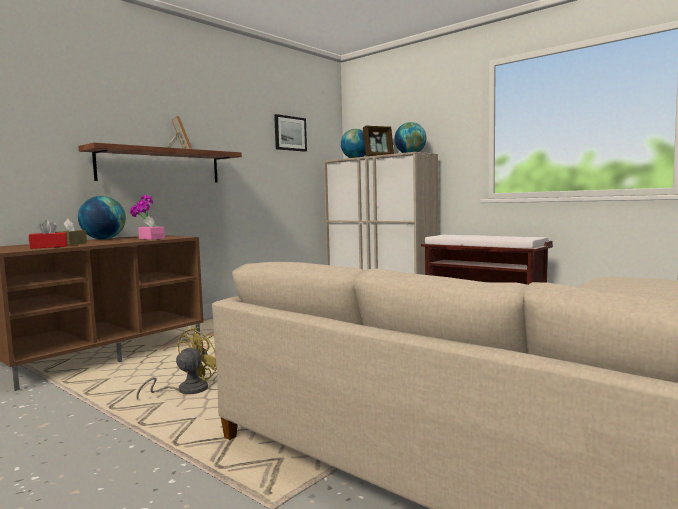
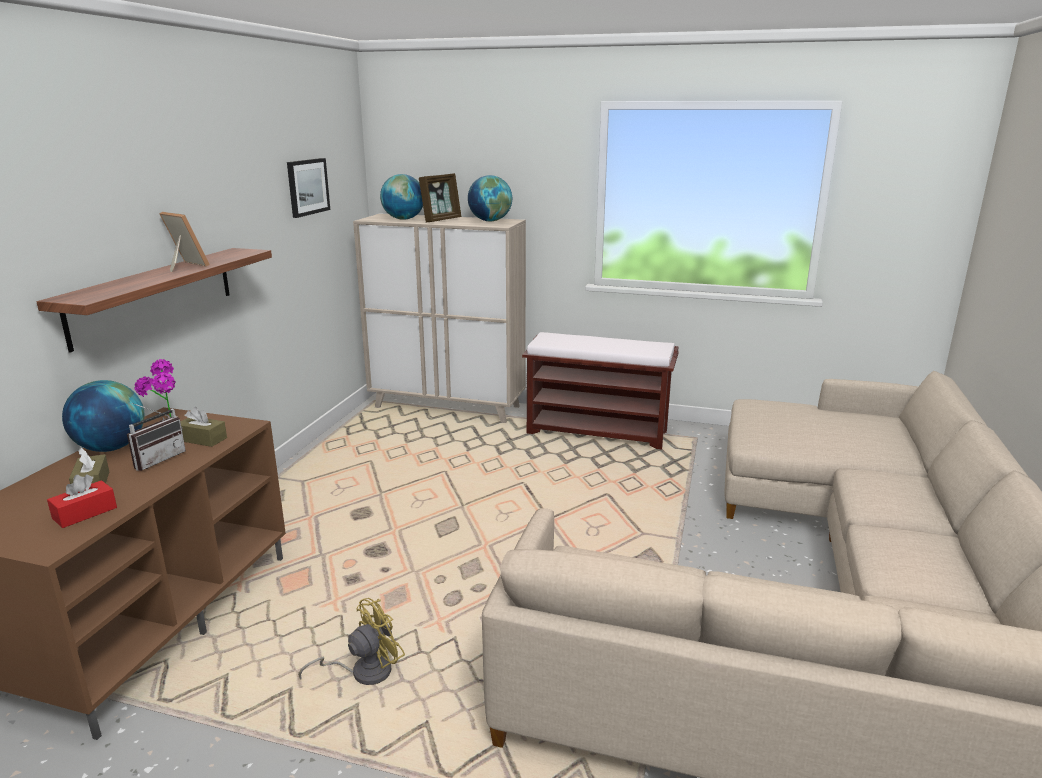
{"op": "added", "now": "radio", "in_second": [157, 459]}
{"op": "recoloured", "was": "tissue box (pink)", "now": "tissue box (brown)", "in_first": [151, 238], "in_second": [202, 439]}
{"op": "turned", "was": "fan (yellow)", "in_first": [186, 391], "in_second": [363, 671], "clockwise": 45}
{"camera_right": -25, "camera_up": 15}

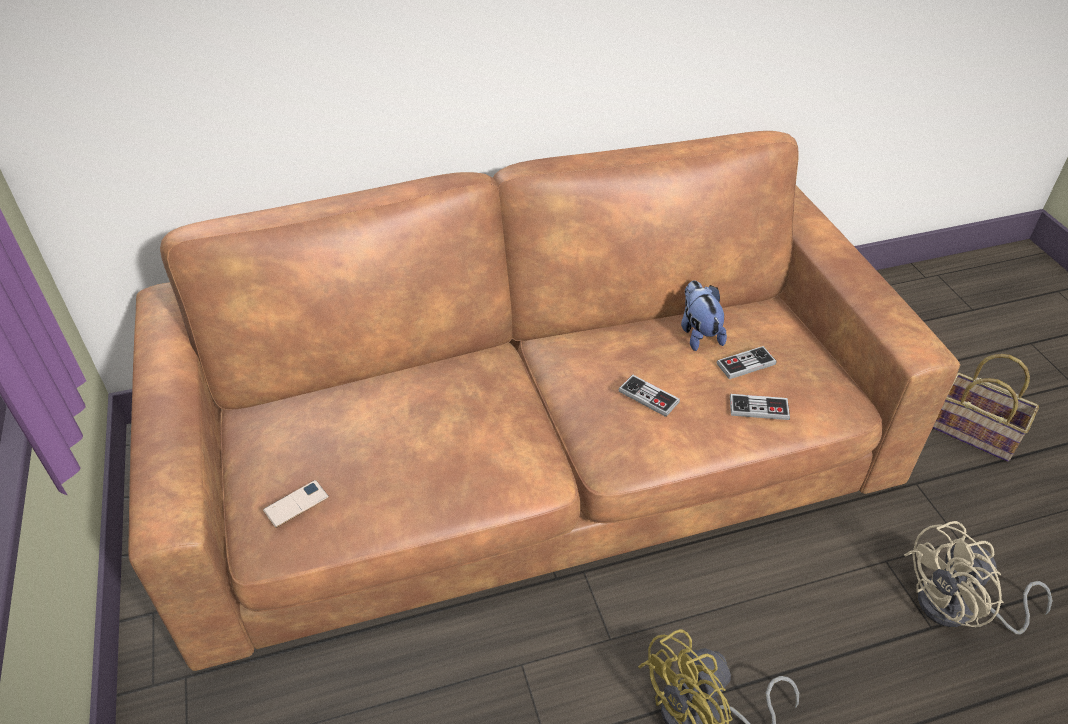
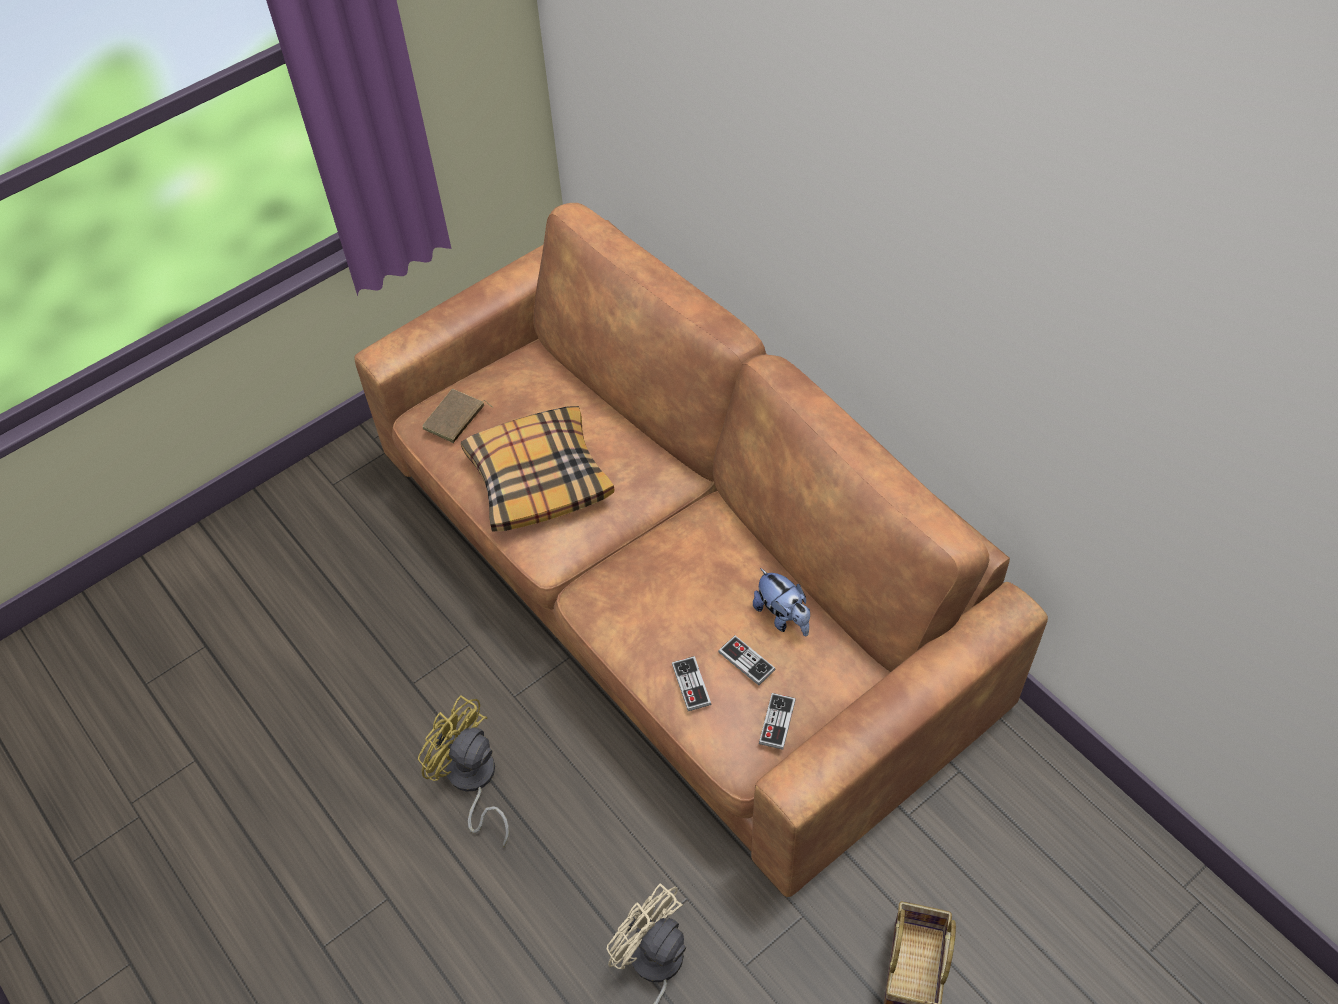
{"op": "replaced", "was": "phone", "now": "book (brown)", "in_first": [296, 504], "in_second": [455, 419]}
{"op": "added", "now": "pillow", "in_second": [538, 478]}
{"op": "turned", "was": "plush toy", "in_first": [698, 333], "in_second": [782, 616], "clockwise": 90}
{"op": "moved", "was": "game controller", "in_first": [648, 397], "in_second": [777, 722]}
{"camera_right": 70, "camera_up": 10}

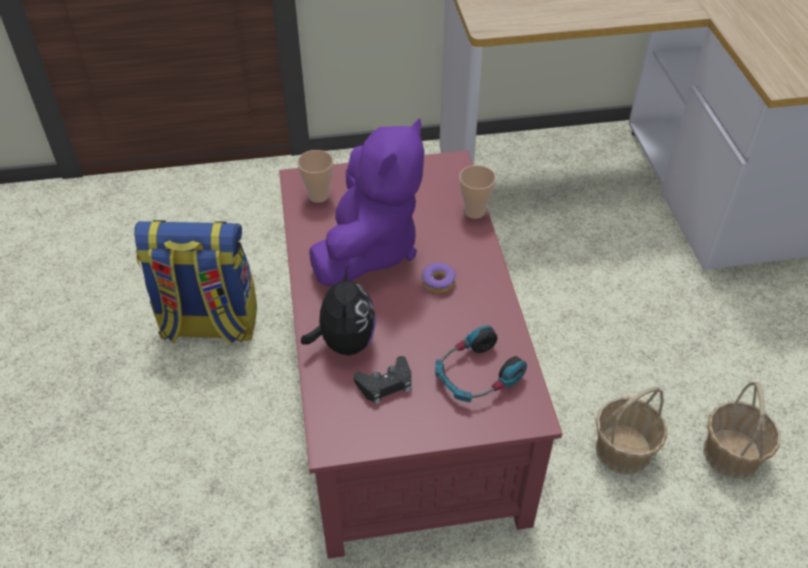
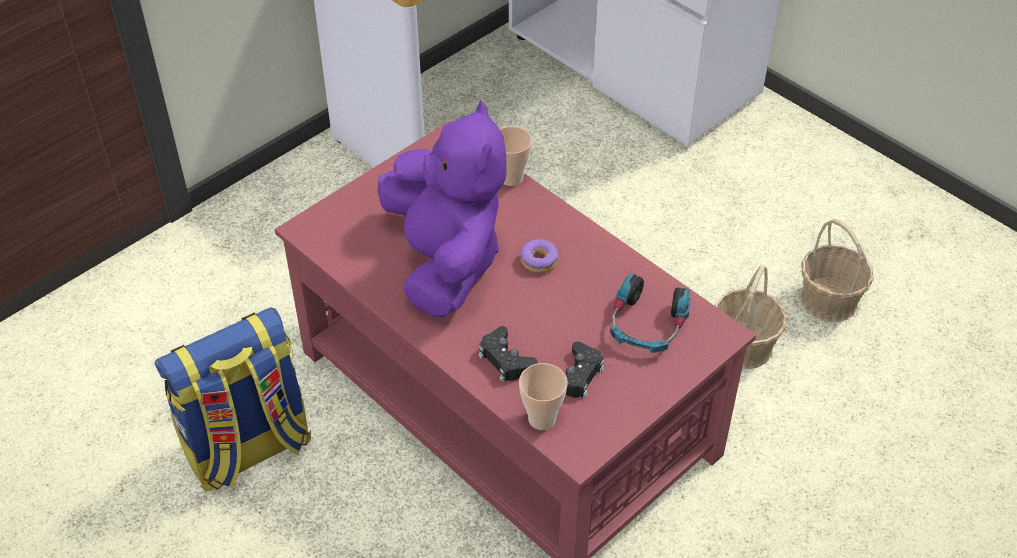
{"op": "replaced", "was": "plush toy", "now": "game controller (black)", "in_first": [344, 342], "in_second": [505, 360]}
{"op": "moved", "was": "cup", "in_first": [318, 196], "in_second": [542, 419]}
{"camera_right": -35, "camera_up": 0}

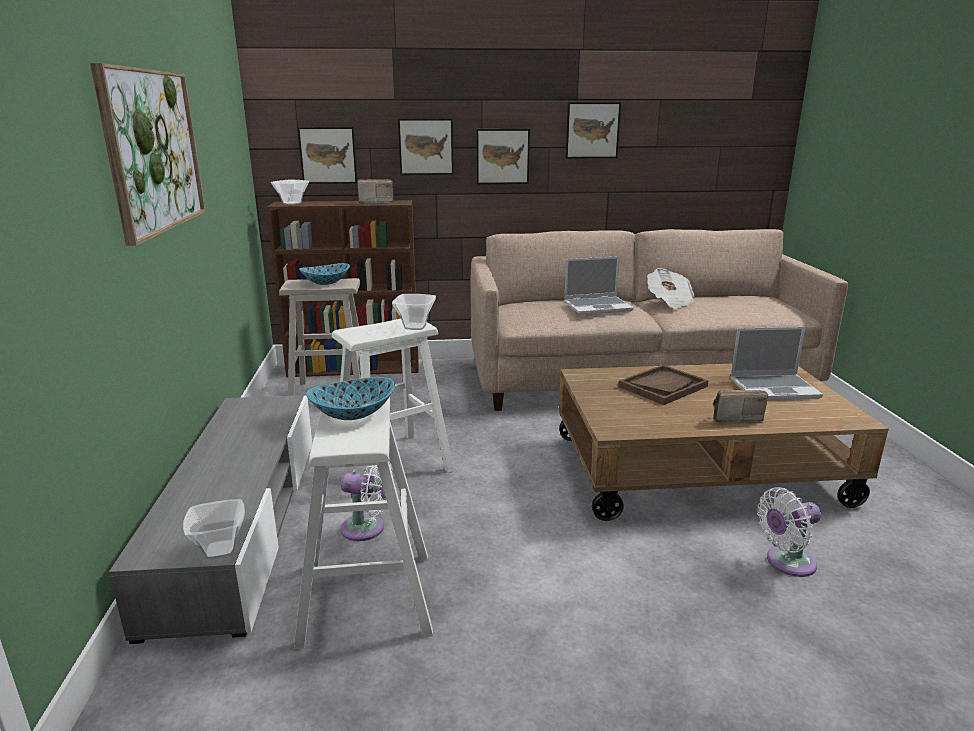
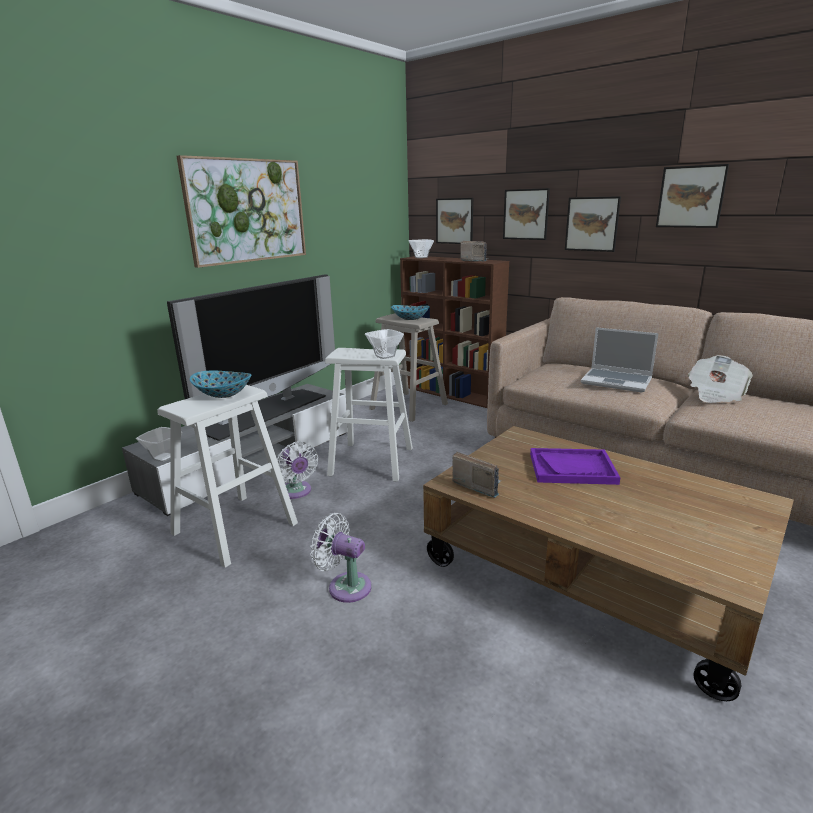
{"op": "added", "now": "television", "in_second": [263, 412]}
{"op": "moved", "was": "fan (white)", "in_first": [786, 563], "in_second": [345, 586]}
{"op": "moved", "was": "radio", "in_first": [733, 418], "in_second": [477, 485]}
{"op": "recoloured", "was": "tray (brown)", "now": "tray (purple)", "in_first": [663, 386], "in_second": [572, 468]}
{"op": "removed", "was": "laptop", "in_first": [774, 388]}
{"camera_right": 45, "camera_up": 0}

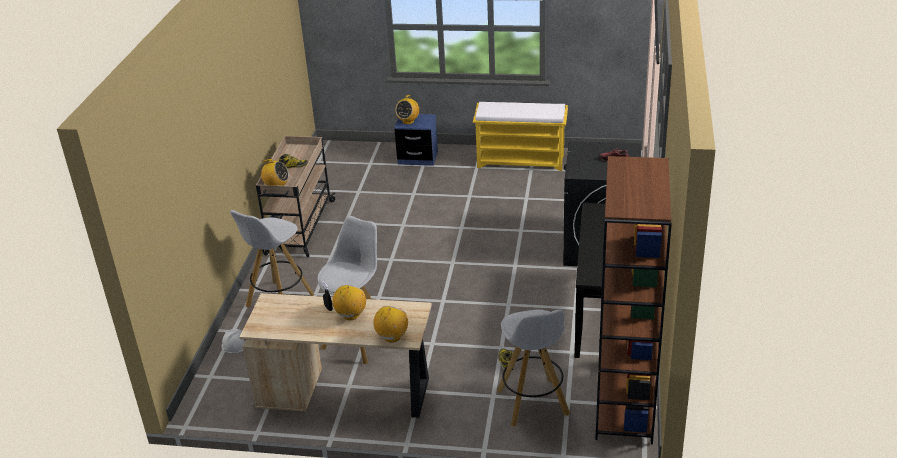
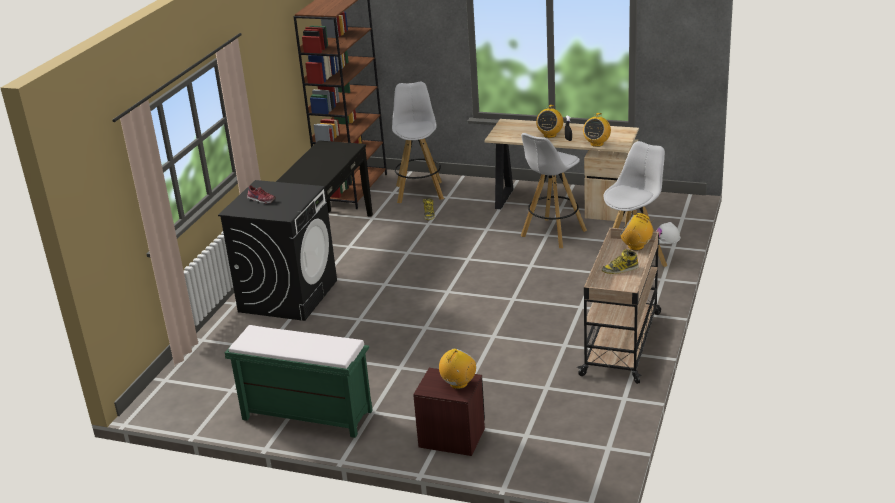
{"op": "recoloured", "was": "bench (yellow)", "now": "bench (green)", "in_first": [521, 161], "in_second": [305, 415]}
{"op": "recoloured", "was": "nightstand (blue)", "now": "nightstand (brown)", "in_first": [418, 158], "in_second": [452, 437]}
{"op": "moved", "was": "radio", "in_first": [392, 337], "in_second": [597, 144]}
{"camera_right": -170, "camera_up": -5}

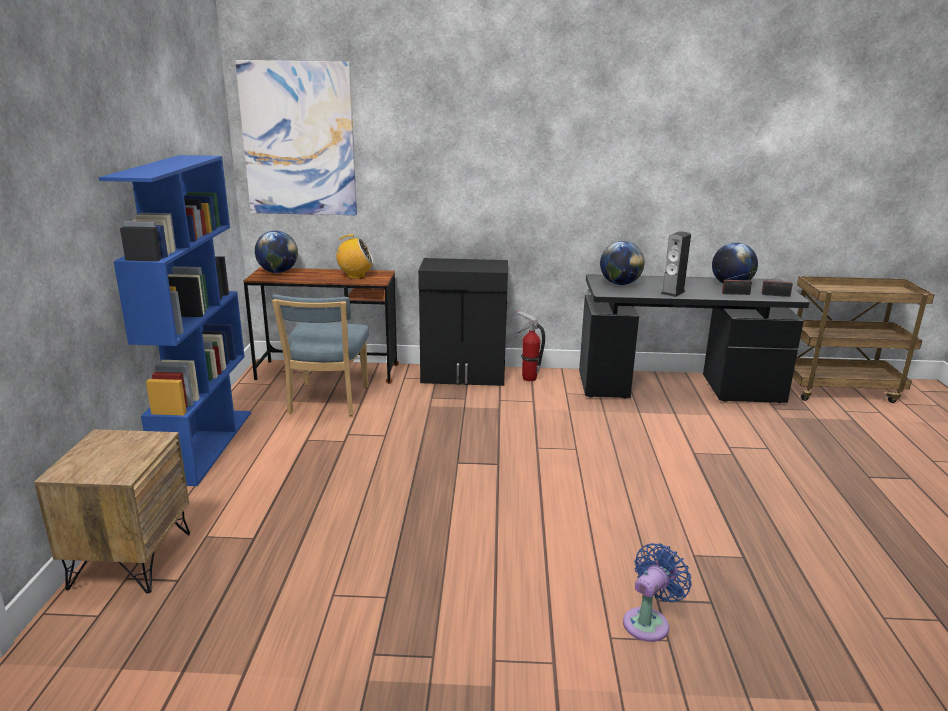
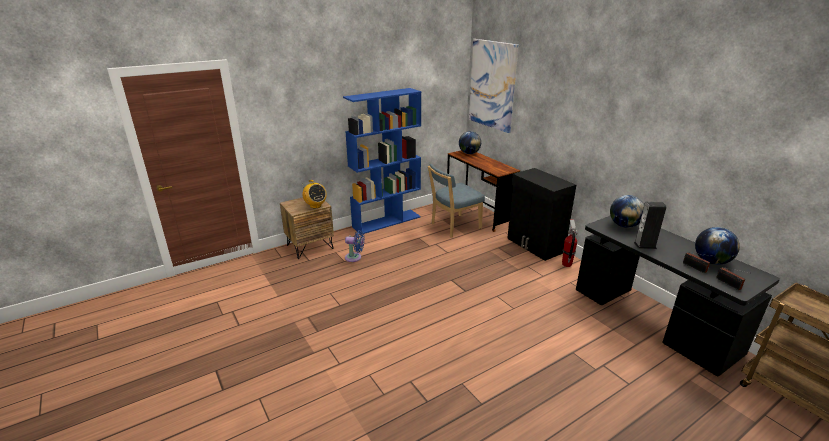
{"op": "moved", "was": "radio", "in_first": [355, 276], "in_second": [315, 206]}
{"op": "moved", "was": "fan (blue)", "in_first": [649, 622], "in_second": [355, 257]}
{"camera_right": 55, "camera_up": 5}

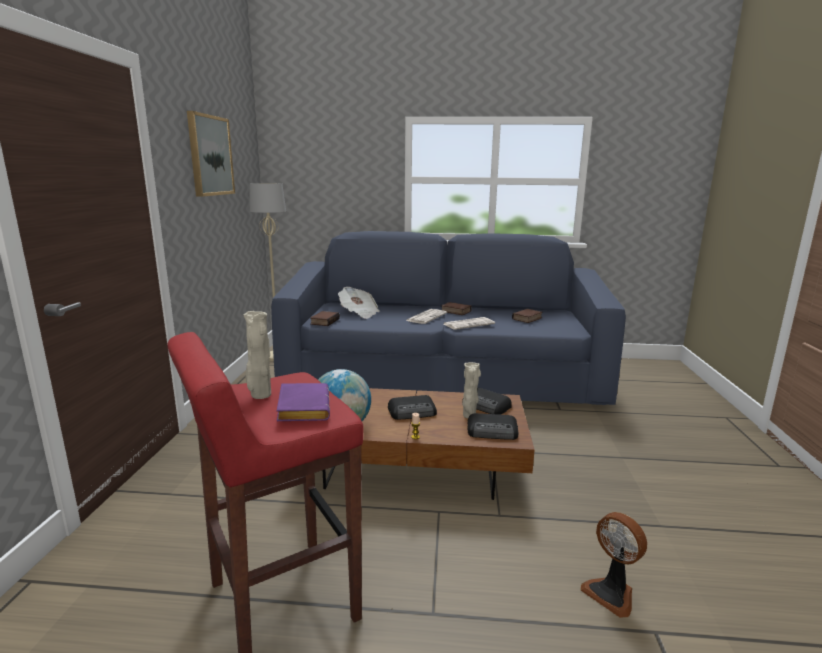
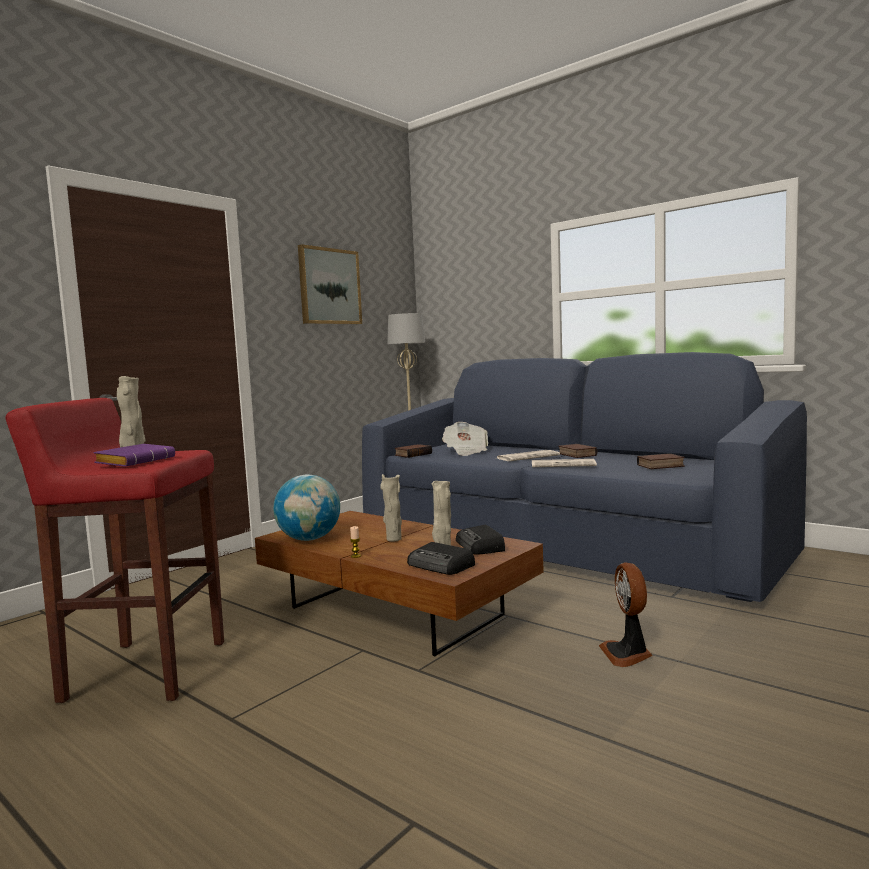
{"op": "replaced", "was": "radio", "now": "vase (beige)", "in_first": [413, 412], "in_second": [394, 539]}
{"op": "moved", "was": "fan", "in_first": [611, 593], "in_second": [627, 654]}
{"camera_right": 35, "camera_up": -10}

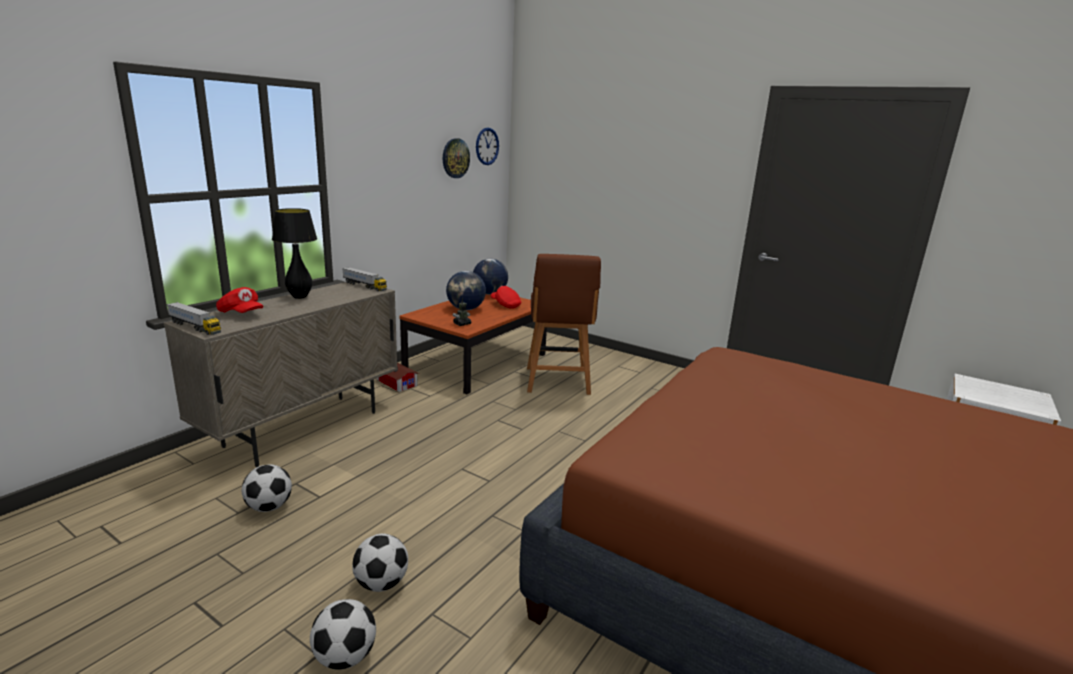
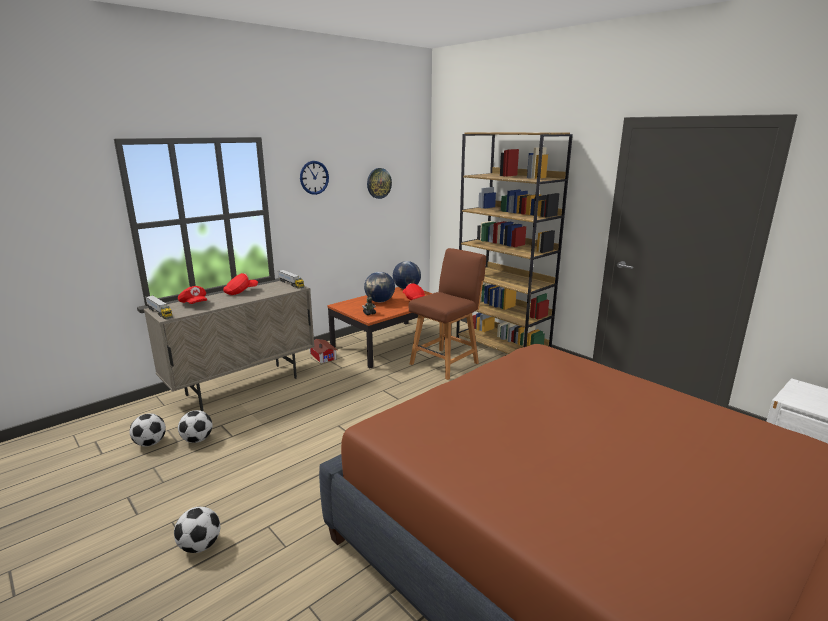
{"op": "moved", "was": "football", "in_first": [381, 583], "in_second": [150, 443]}
{"op": "replaced", "was": "table lamp (black)", "now": "cap (red)", "in_first": [300, 297], "in_second": [240, 292]}
{"op": "moved", "was": "wall clock", "in_first": [487, 146], "in_second": [314, 177]}
{"op": "turned", "was": "chair (brown)", "in_first": [557, 382], "in_second": [446, 363], "clockwise": -150}
{"op": "added", "now": "bookcase (brown)", "in_second": [502, 347]}
{"camera_right": 15, "camera_up": 0}

